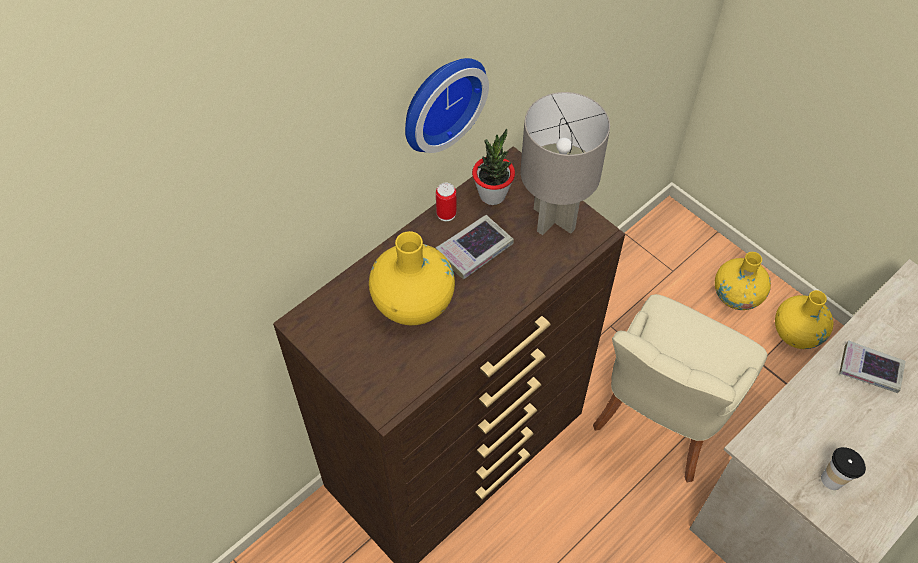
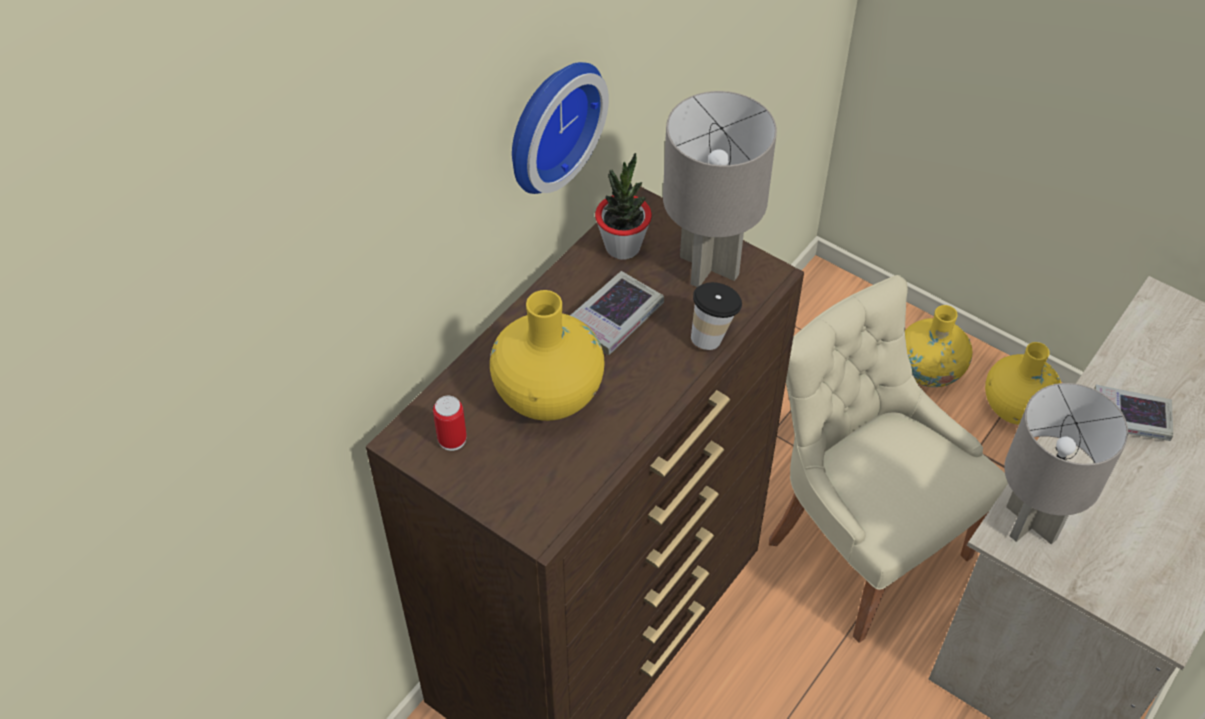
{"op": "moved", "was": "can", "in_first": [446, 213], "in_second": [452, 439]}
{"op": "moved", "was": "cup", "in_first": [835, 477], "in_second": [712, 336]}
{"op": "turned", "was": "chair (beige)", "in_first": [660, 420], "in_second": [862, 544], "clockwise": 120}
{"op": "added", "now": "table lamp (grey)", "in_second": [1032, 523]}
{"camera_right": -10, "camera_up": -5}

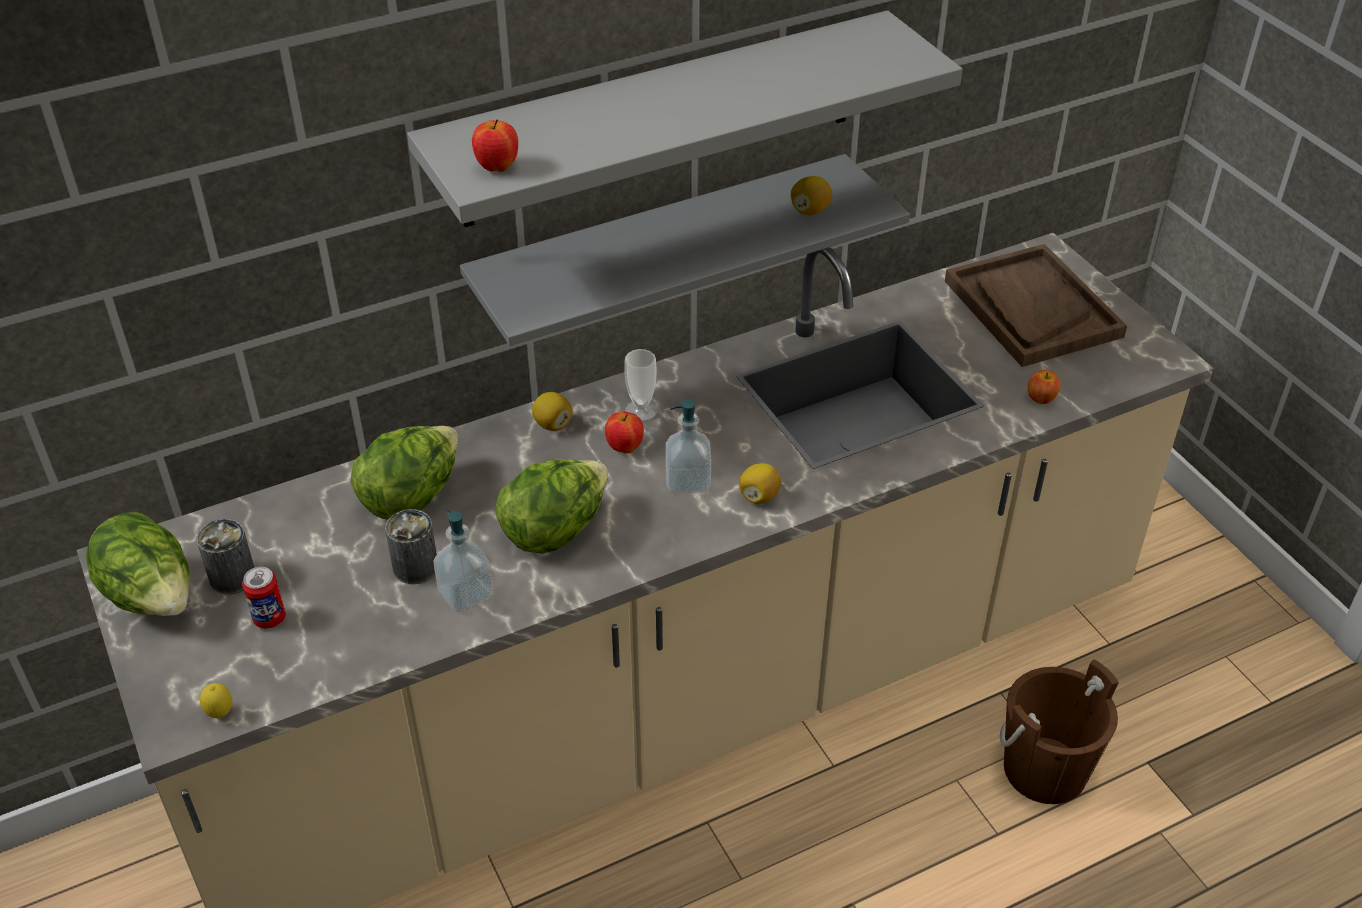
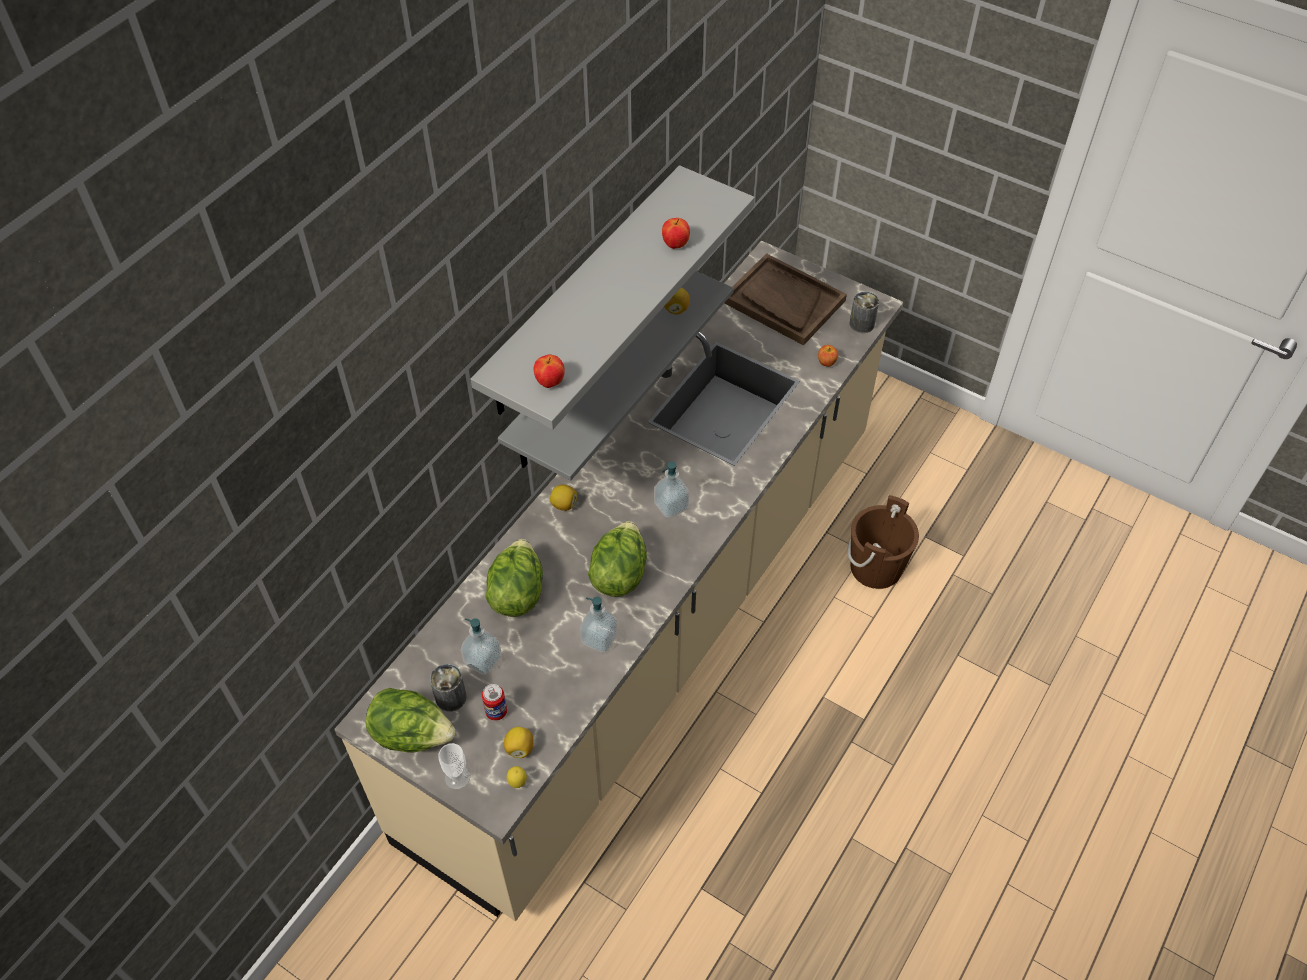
{"op": "moved", "was": "cup", "in_first": [641, 410], "in_second": [457, 777]}
{"op": "added", "now": "soap dispenser", "in_second": [483, 660]}
{"op": "moved", "was": "lemon", "in_first": [759, 496], "in_second": [519, 748]}
{"op": "moved", "was": "apple", "in_first": [624, 448], "in_second": [675, 245]}
{"op": "moved", "was": "can", "in_first": [415, 567], "in_second": [861, 324]}
{"camera_right": -30, "camera_up": 10}

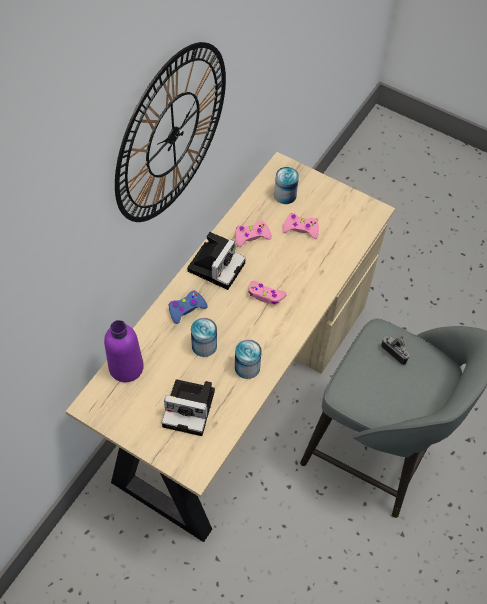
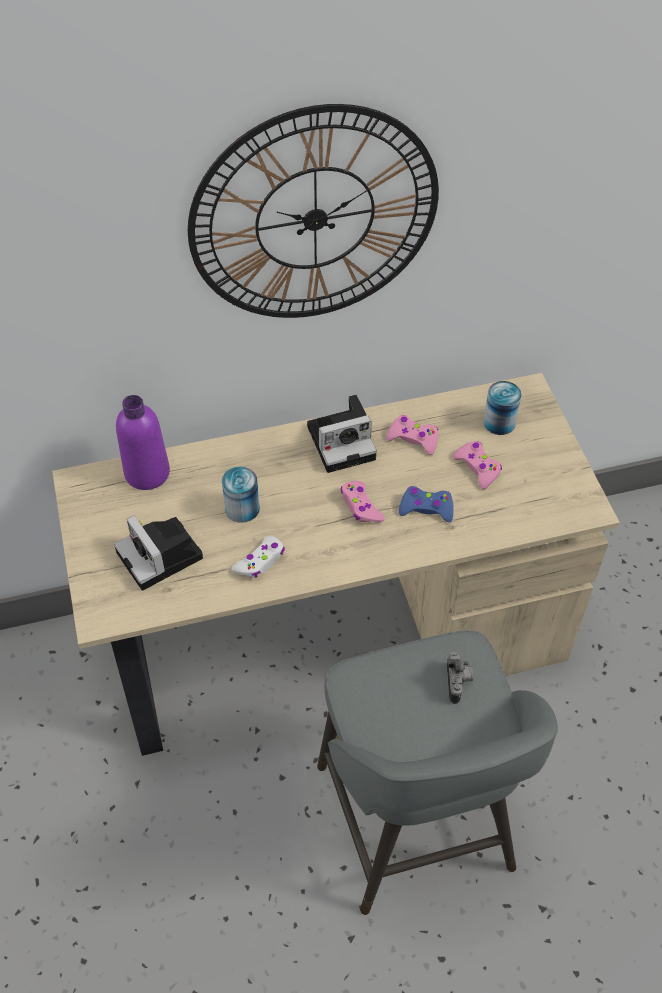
{"op": "replaced", "was": "can", "now": "game controller (white)", "in_first": [247, 367], "in_second": [260, 561]}
{"op": "moved", "was": "game controller (blue)", "in_first": [186, 309], "in_second": [426, 508]}
{"camera_right": 45, "camera_up": -5}

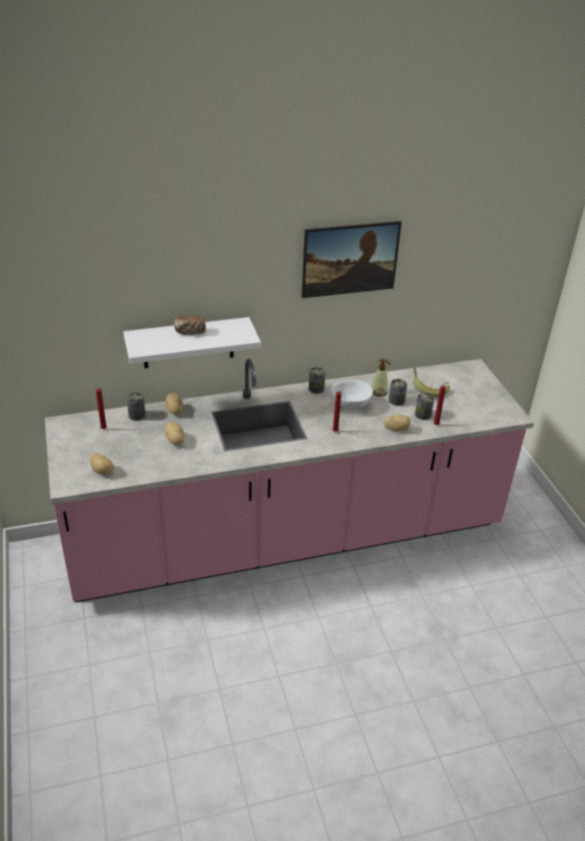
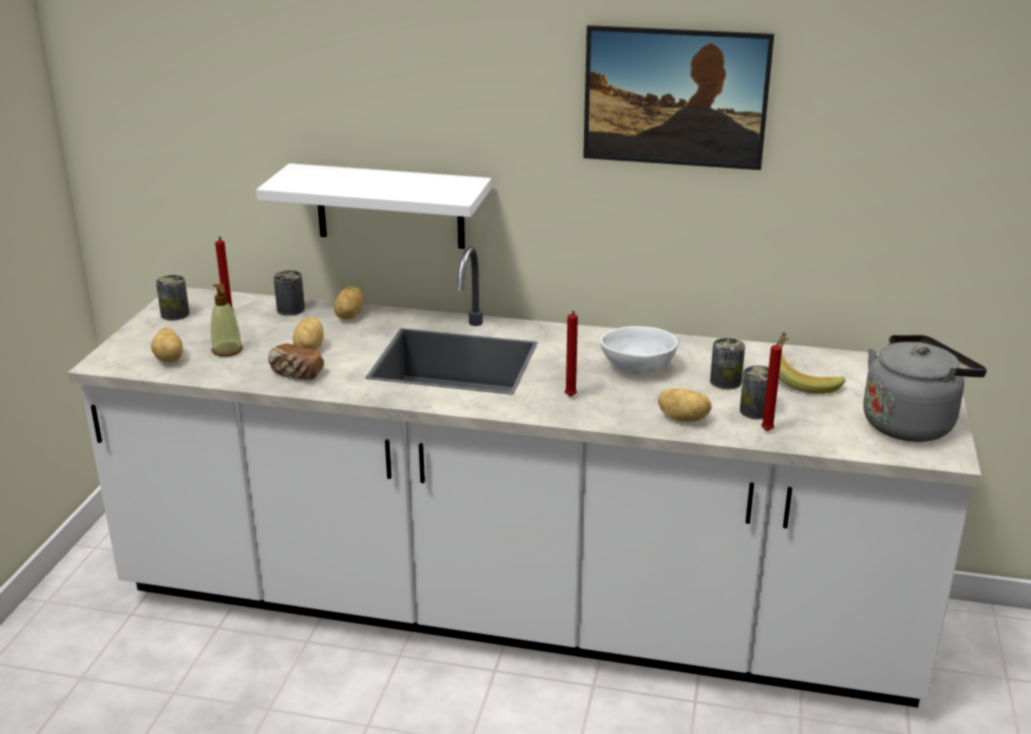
{"op": "recoloured", "was": "counter (pink)", "now": "counter (white)", "in_first": [287, 537], "in_second": [515, 606]}
{"op": "moved", "was": "can", "in_first": [316, 389], "in_second": [175, 314]}
{"op": "moved", "was": "soap dispenser", "in_first": [379, 392], "in_second": [227, 350]}
{"op": "moved", "was": "bread", "in_first": [190, 332], "in_second": [296, 374]}
{"op": "added", "now": "kettle (grey)", "in_second": [911, 423]}
{"camera_right": 30, "camera_up": -10}

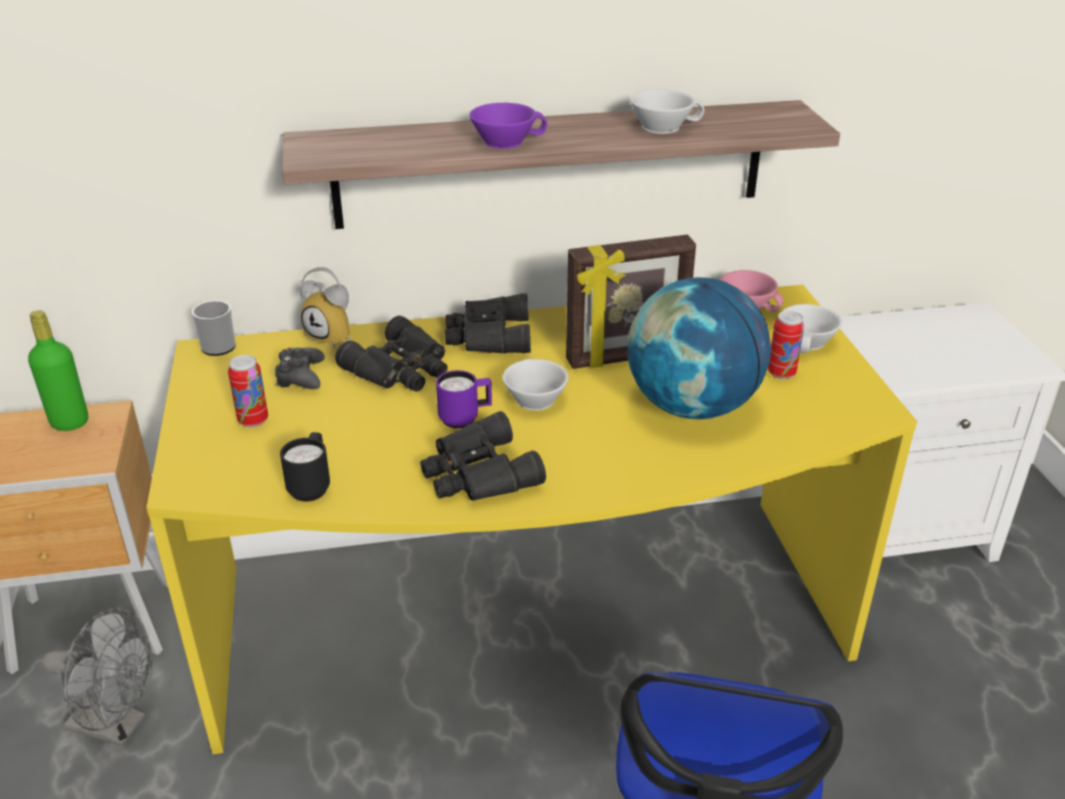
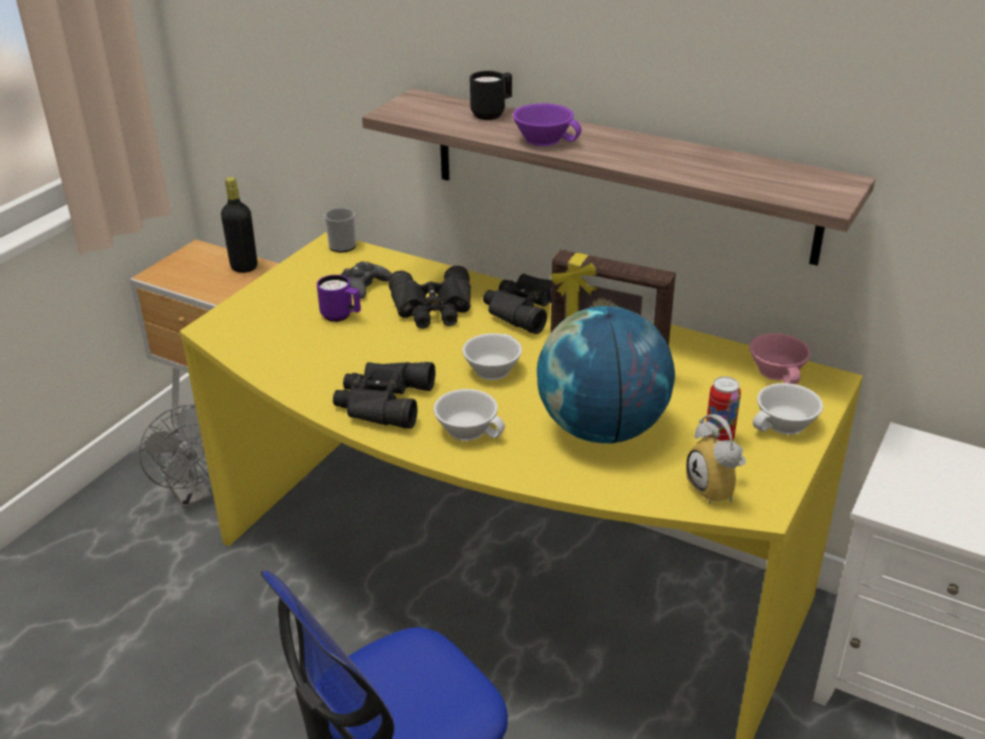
{"op": "recoloured", "was": "bottle (green)", "now": "bottle (black)", "in_first": [69, 422], "in_second": [244, 267]}
{"op": "moved", "was": "mug (purple)", "in_first": [465, 418], "in_second": [341, 316]}
{"op": "moved", "was": "cup (white)", "in_first": [662, 126], "in_second": [469, 429]}
{"op": "moved", "was": "mug (black)", "in_first": [311, 486], "in_second": [492, 113]}
{"op": "moved", "was": "alarm clock", "in_first": [334, 337], "in_second": [718, 490]}
{"op": "removed", "was": "can", "in_first": [253, 420]}
{"camera_right": 40, "camera_up": 0}

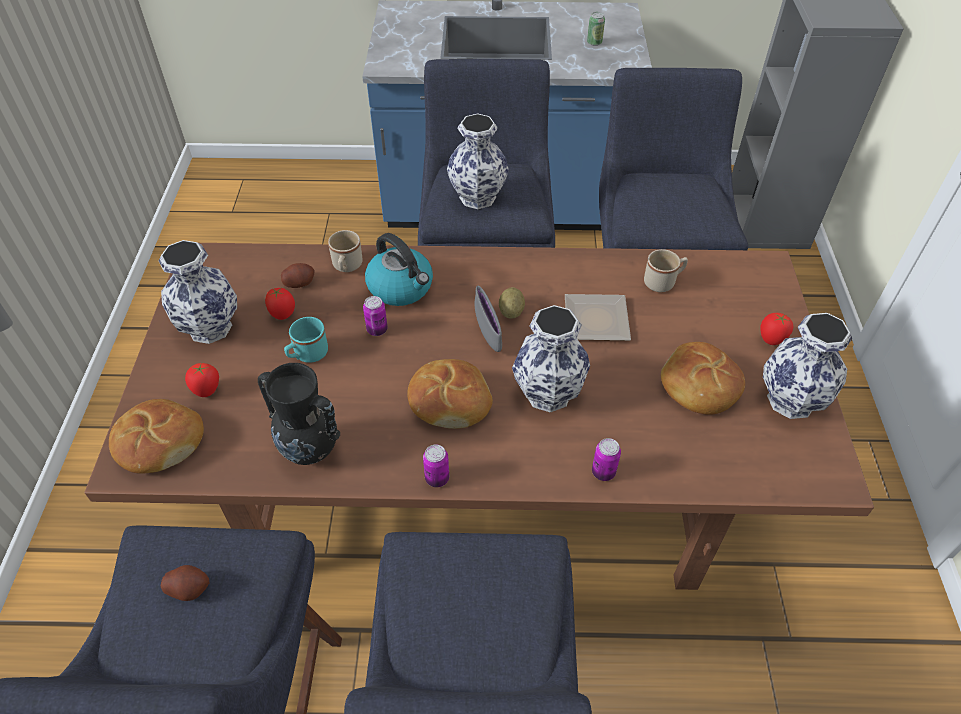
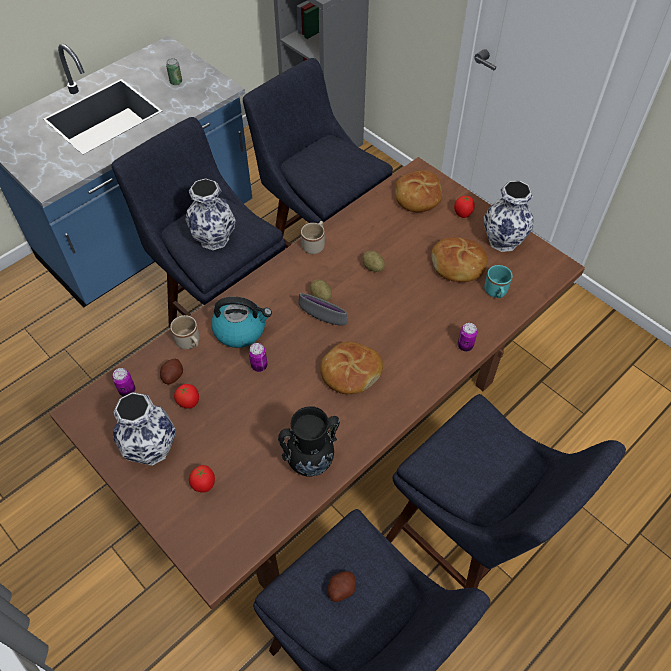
{"op": "moved", "was": "can", "in_first": [437, 478], "in_second": [127, 390]}
{"op": "moved", "was": "mug (beige)", "in_first": [663, 282], "in_second": [315, 244]}
{"op": "replaced", "was": "plate", "now": "potato", "in_first": [598, 322], "in_second": [373, 267]}
{"op": "moved", "was": "bread", "in_first": [159, 443], "in_second": [417, 197]}
{"op": "moved", "was": "mug (turquoise)", "in_first": [307, 355], "in_second": [496, 293]}
{"op": "removed", "was": "vase", "in_first": [547, 392]}
{"camera_right": -45, "camera_up": 5}

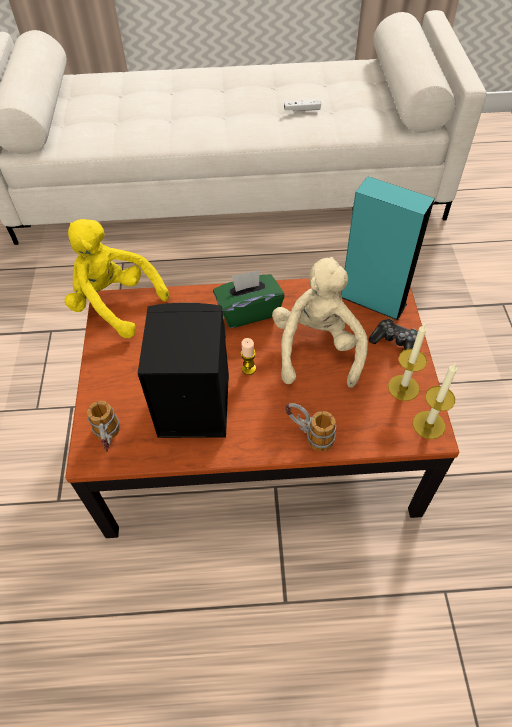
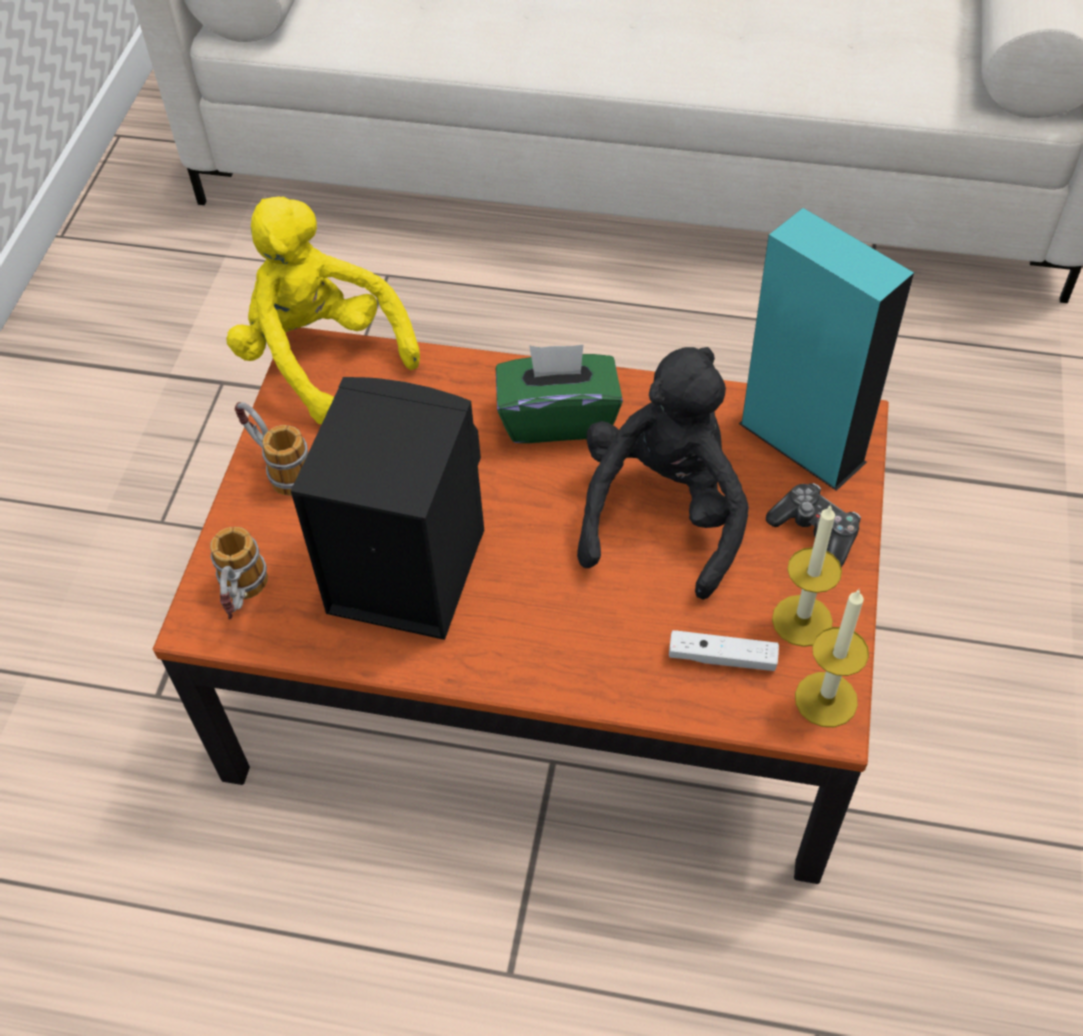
{"op": "moved", "was": "mug", "in_first": [308, 435], "in_second": [278, 468]}
{"op": "recoloured", "was": "plush toy (beige)", "now": "plush toy (black)", "in_first": [317, 348], "in_second": [663, 513]}
{"op": "moved", "was": "game controller (white)", "in_first": [302, 110], "in_second": [722, 658]}
{"op": "removed", "was": "candle", "in_first": [248, 369]}
{"camera_right": 15, "camera_up": 0}

